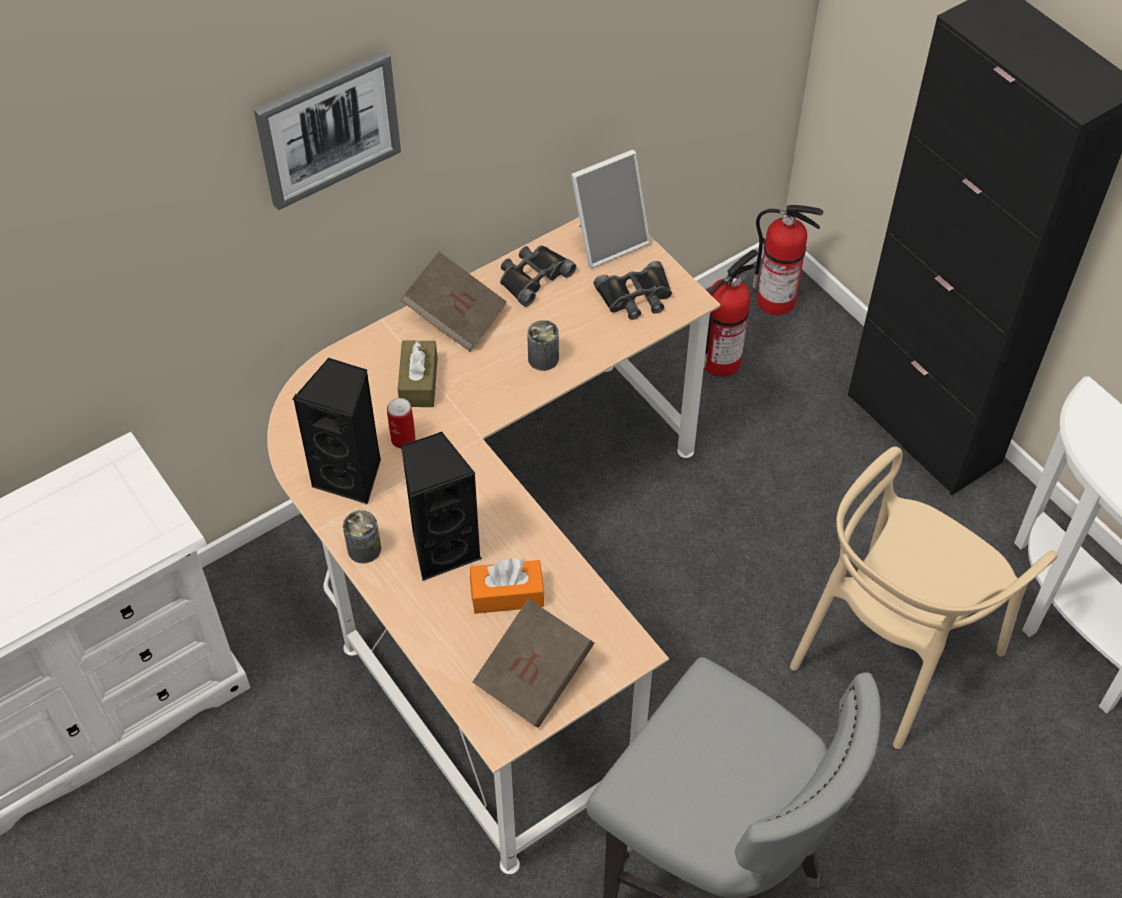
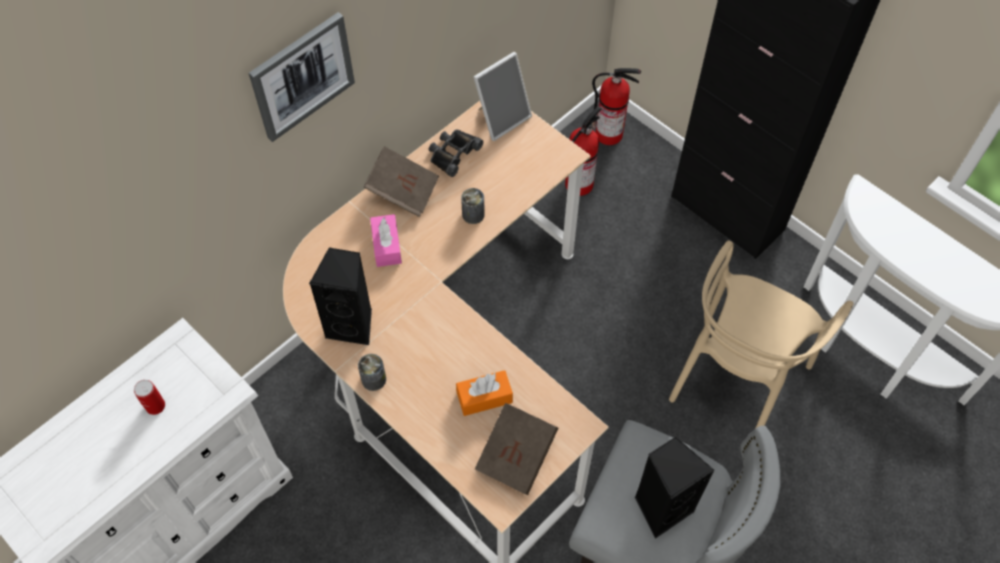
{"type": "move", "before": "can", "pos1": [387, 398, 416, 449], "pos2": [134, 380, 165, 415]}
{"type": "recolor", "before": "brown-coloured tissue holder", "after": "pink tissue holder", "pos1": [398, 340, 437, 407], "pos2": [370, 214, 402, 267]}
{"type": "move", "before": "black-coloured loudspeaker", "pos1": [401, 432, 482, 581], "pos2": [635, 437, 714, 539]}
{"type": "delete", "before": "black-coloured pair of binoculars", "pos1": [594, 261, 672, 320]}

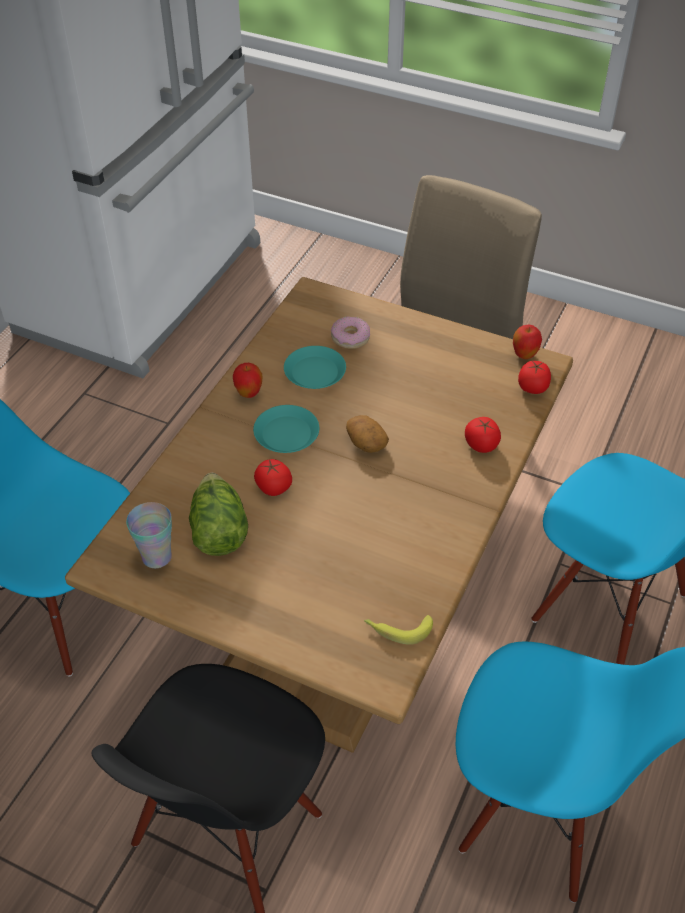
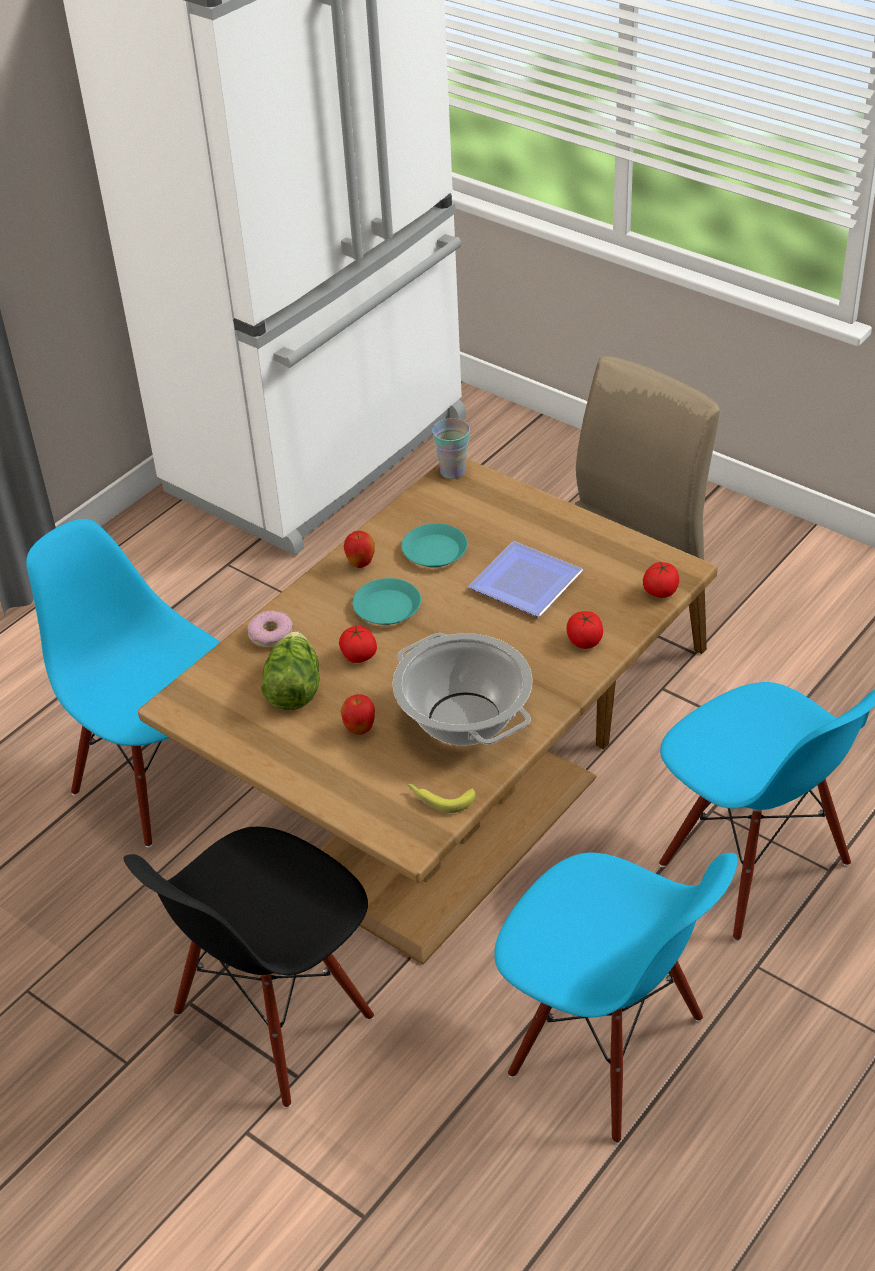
{"type": "move", "before": "cup", "pos1": [126, 502, 172, 568], "pos2": [432, 418, 470, 479]}
{"type": "move", "before": "ring doughnut", "pos1": [331, 316, 370, 349], "pos2": [248, 610, 293, 648]}
{"type": "delete", "before": "potato", "pos1": [346, 415, 389, 453]}
{"type": "move", "before": "apple fruit", "pos1": [513, 325, 542, 359], "pos2": [340, 694, 375, 735]}
{"type": "insert", "after": "cooking pot", "pos2": [392, 633, 533, 746]}
{"type": "insert", "after": "flat dish", "pos2": [468, 541, 583, 617]}

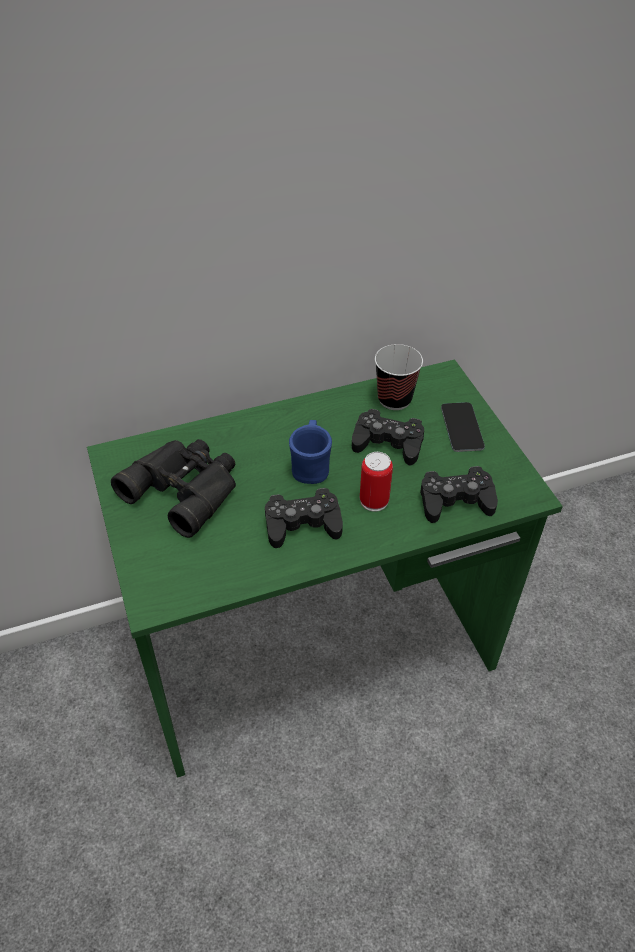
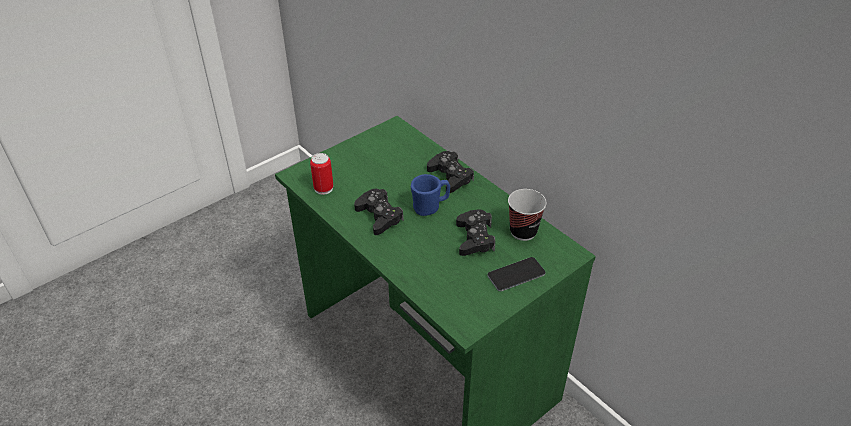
{"type": "delete", "before": "black-coloured pair of binoculars", "pos1": [111, 439, 236, 538]}
{"type": "move", "before": "can", "pos1": [360, 452, 393, 512], "pos2": [310, 153, 333, 195]}
{"type": "move", "before": "black-coloured game controller", "pos1": [420, 466, 498, 523], "pos2": [427, 151, 474, 193]}

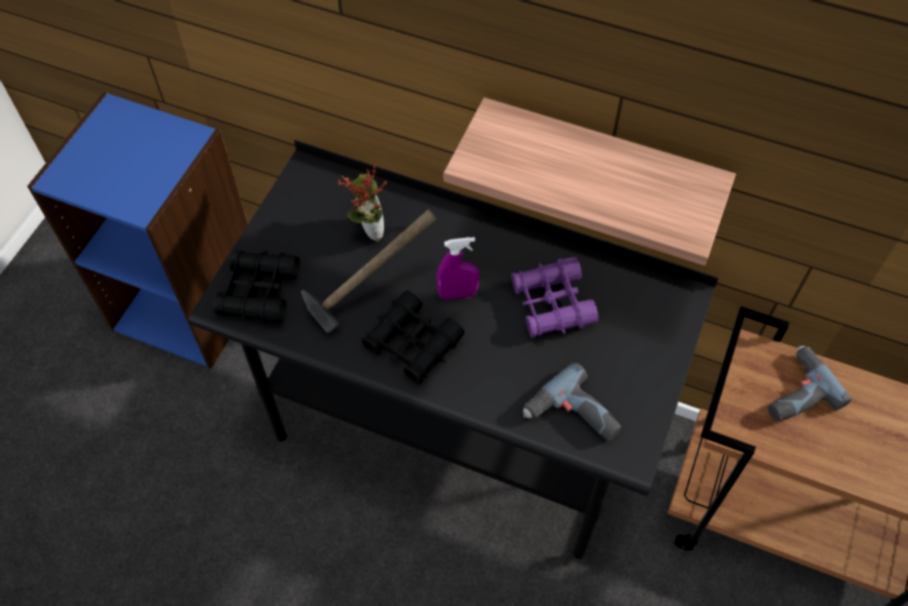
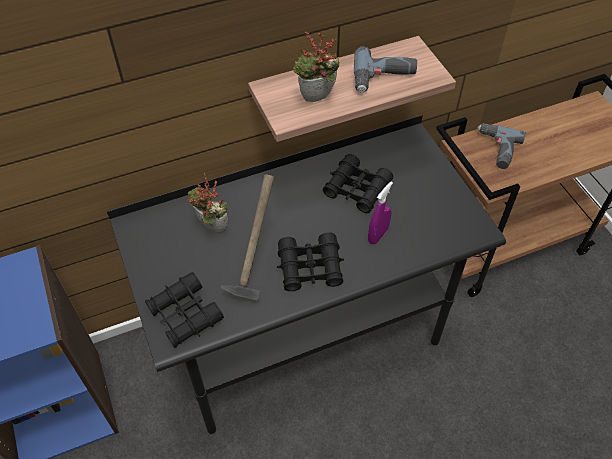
{"type": "move", "before": "purplish hand sprayer", "pos1": [437, 237, 480, 300], "pos2": [368, 181, 393, 244]}
{"type": "recolor", "before": "purplish pair of binoculars", "after": "black-coloured pair of binoculars", "pos1": [511, 257, 599, 338], "pos2": [323, 154, 393, 213]}
{"type": "move", "before": "power drill", "pos1": [523, 362, 621, 441], "pos2": [354, 47, 417, 93]}
{"type": "insert", "after": "plant in a pot", "pos2": [293, 32, 339, 102]}

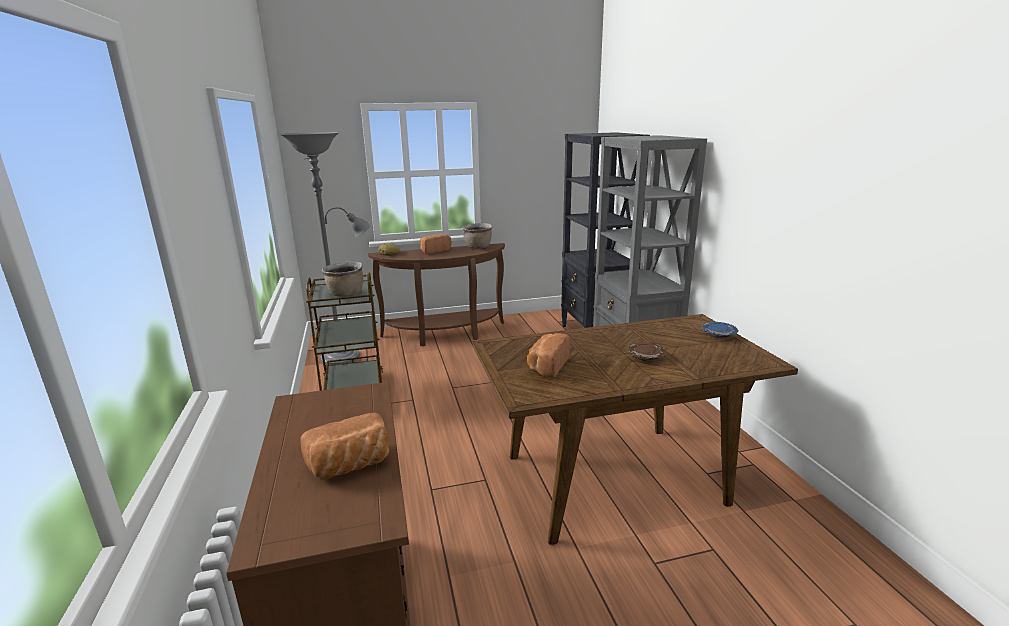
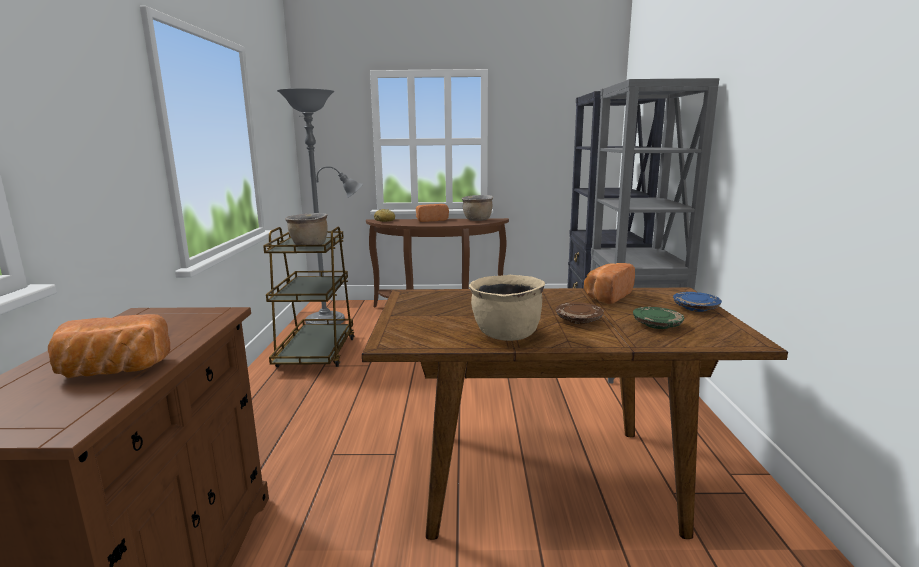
{"type": "move", "before": "bakery bread", "pos1": [527, 333, 570, 378], "pos2": [584, 263, 635, 304]}
{"type": "insert", "after": "sand-coloured cooking pot", "pos2": [469, 275, 545, 341]}
{"type": "insert", "after": "greenish flat dish", "pos2": [633, 307, 685, 329]}

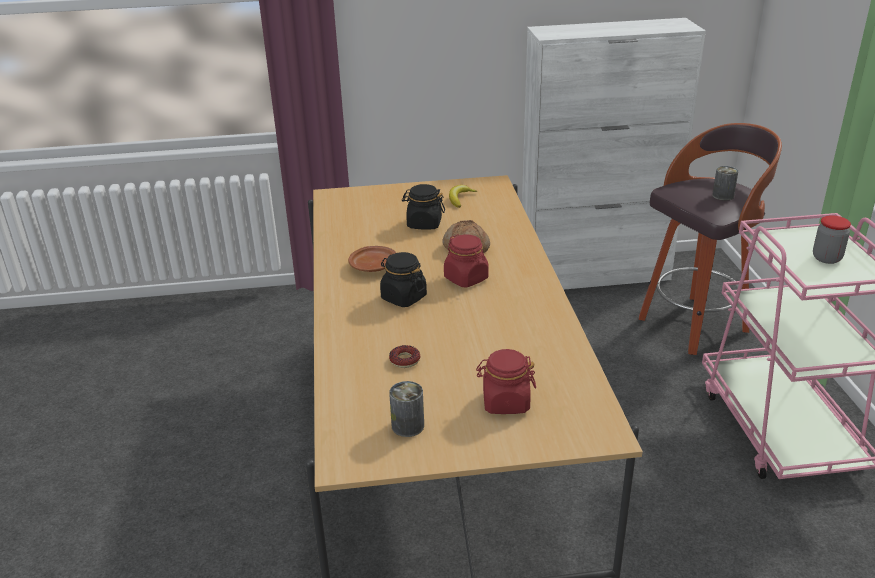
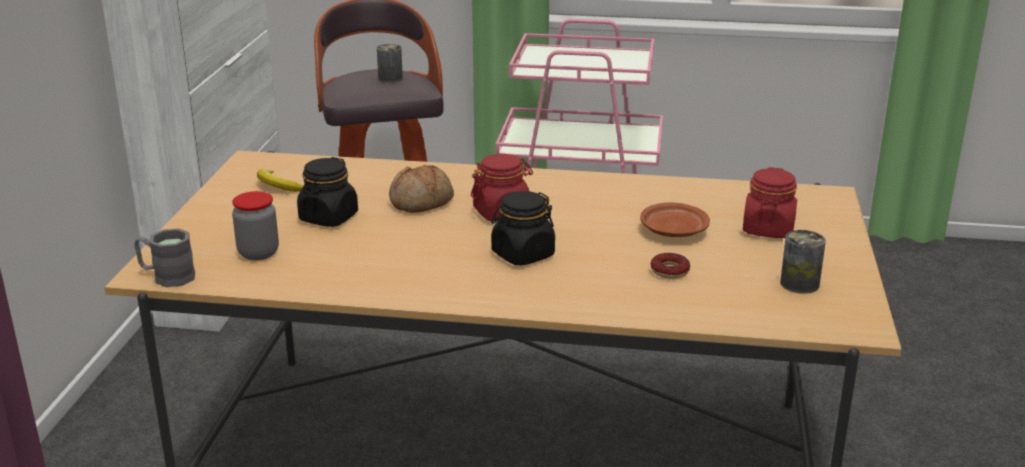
{"type": "move", "before": "brown-coloured flat dish", "pos1": [348, 246, 396, 272], "pos2": [640, 203, 710, 237]}
{"type": "move", "before": "jar", "pos1": [813, 215, 851, 264], "pos2": [232, 191, 279, 260]}
{"type": "insert", "after": "greyish coffee mug", "pos2": [134, 228, 195, 287]}

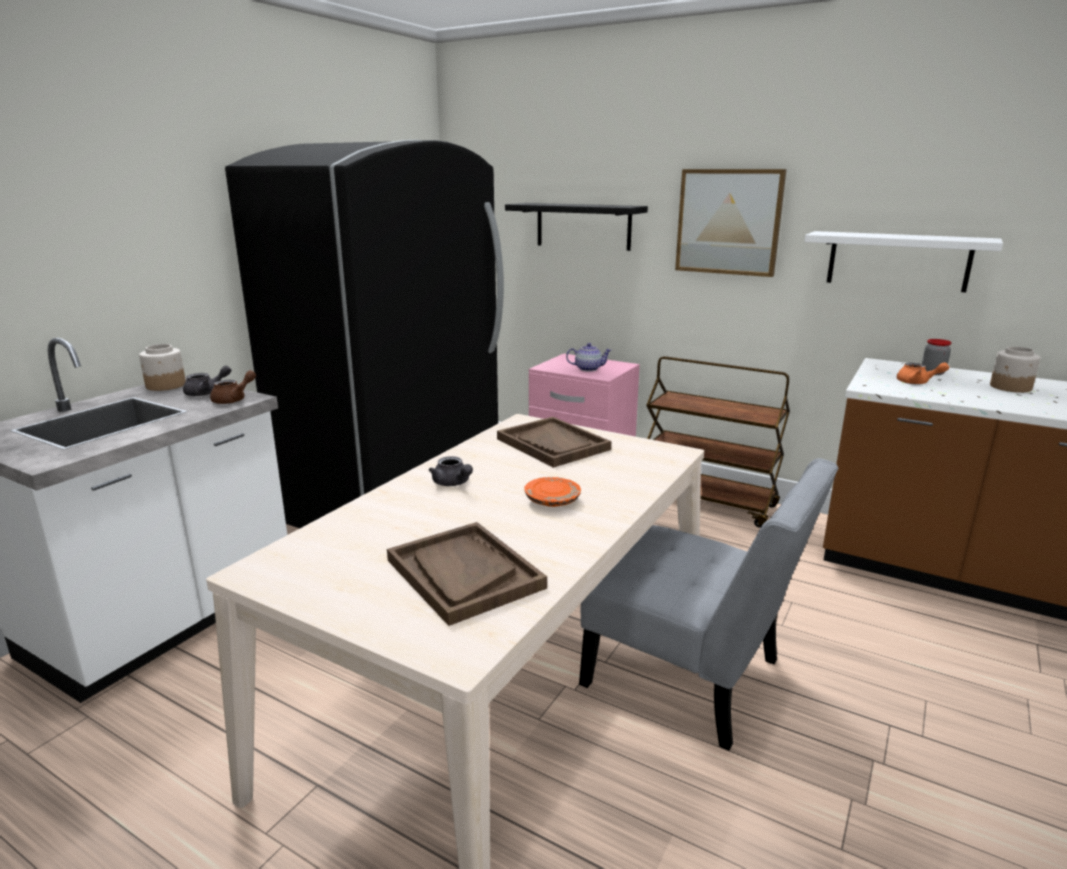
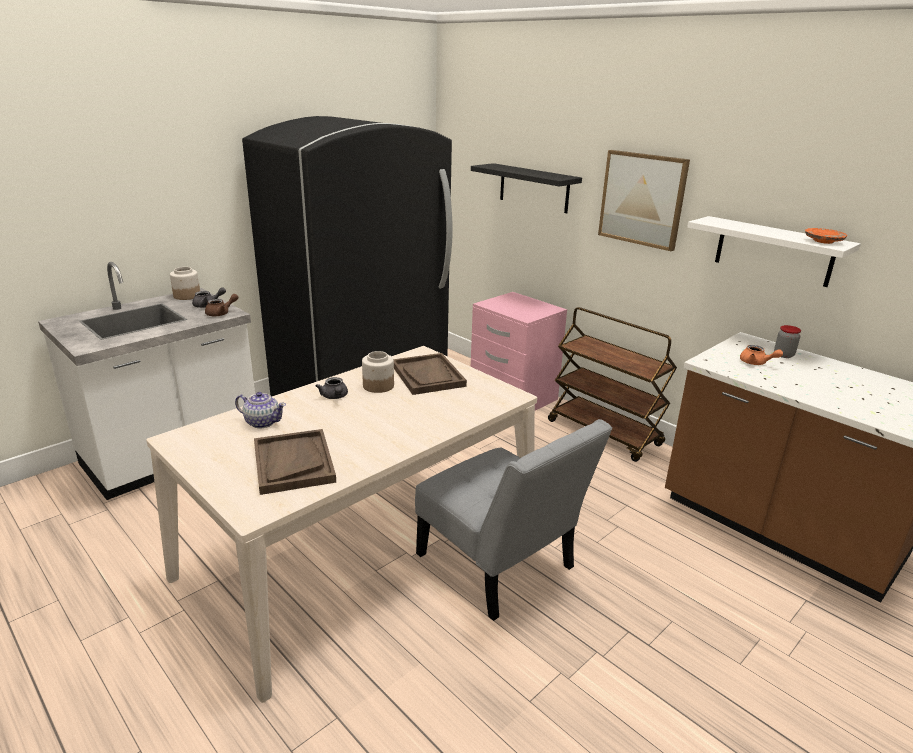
{"type": "move", "before": "orange flat dish", "pos1": [524, 477, 581, 507], "pos2": [805, 228, 847, 244]}
{"type": "move", "before": "tea pot", "pos1": [566, 343, 611, 371], "pos2": [235, 392, 286, 428]}
{"type": "move", "before": "jar", "pos1": [990, 346, 1040, 393], "pos2": [362, 351, 394, 393]}

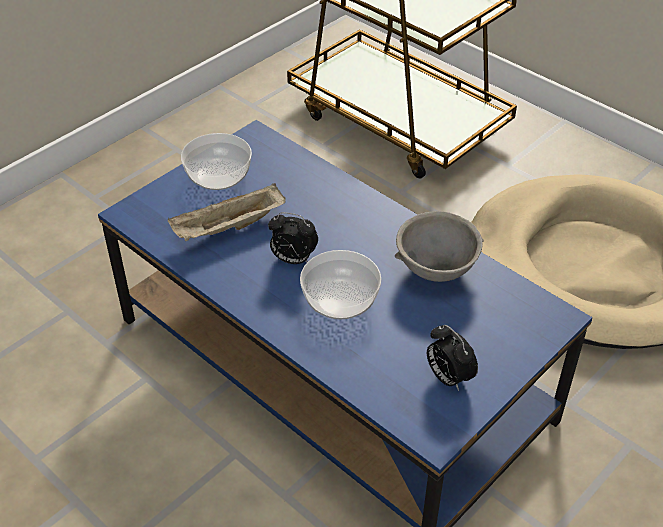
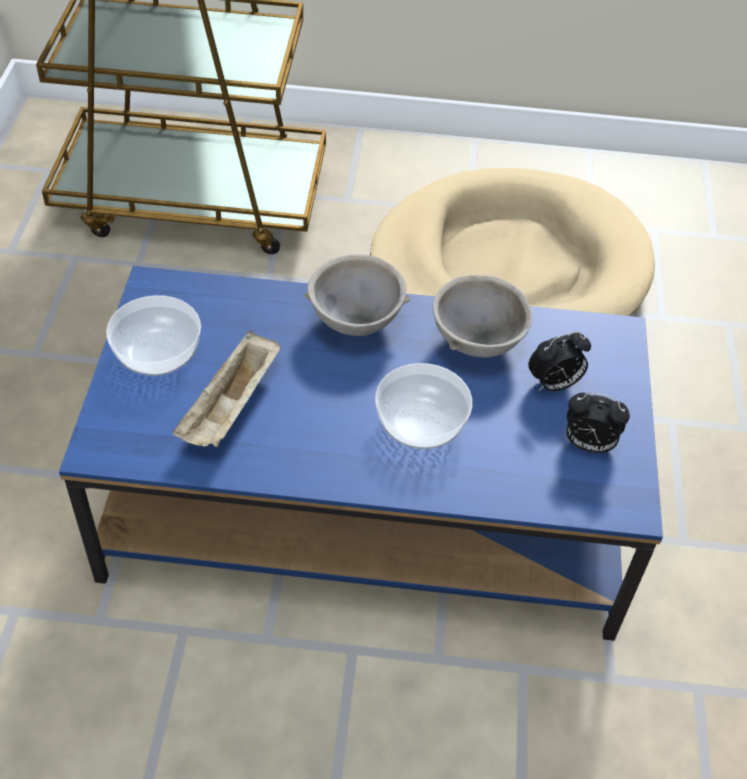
{"type": "move", "before": "alarm clock", "pos1": [268, 212, 318, 264], "pos2": [528, 331, 591, 391]}
{"type": "insert", "after": "greyish bowl", "pos2": [304, 254, 410, 336]}

